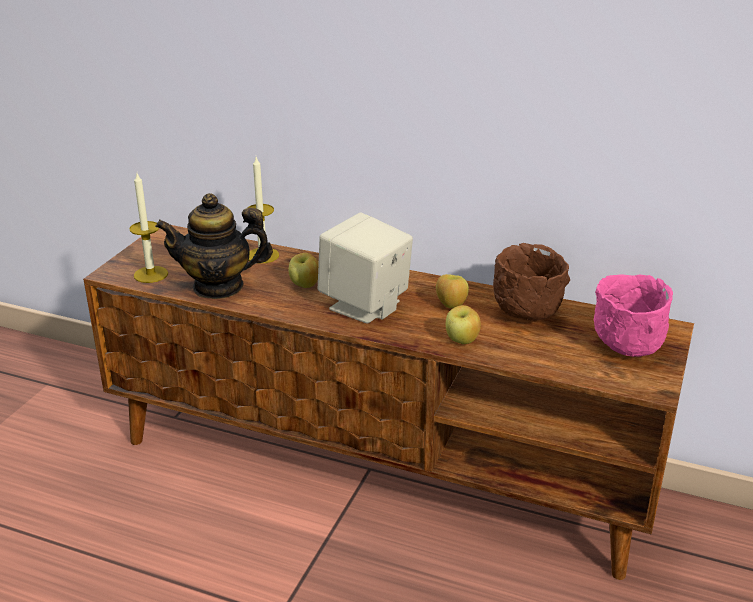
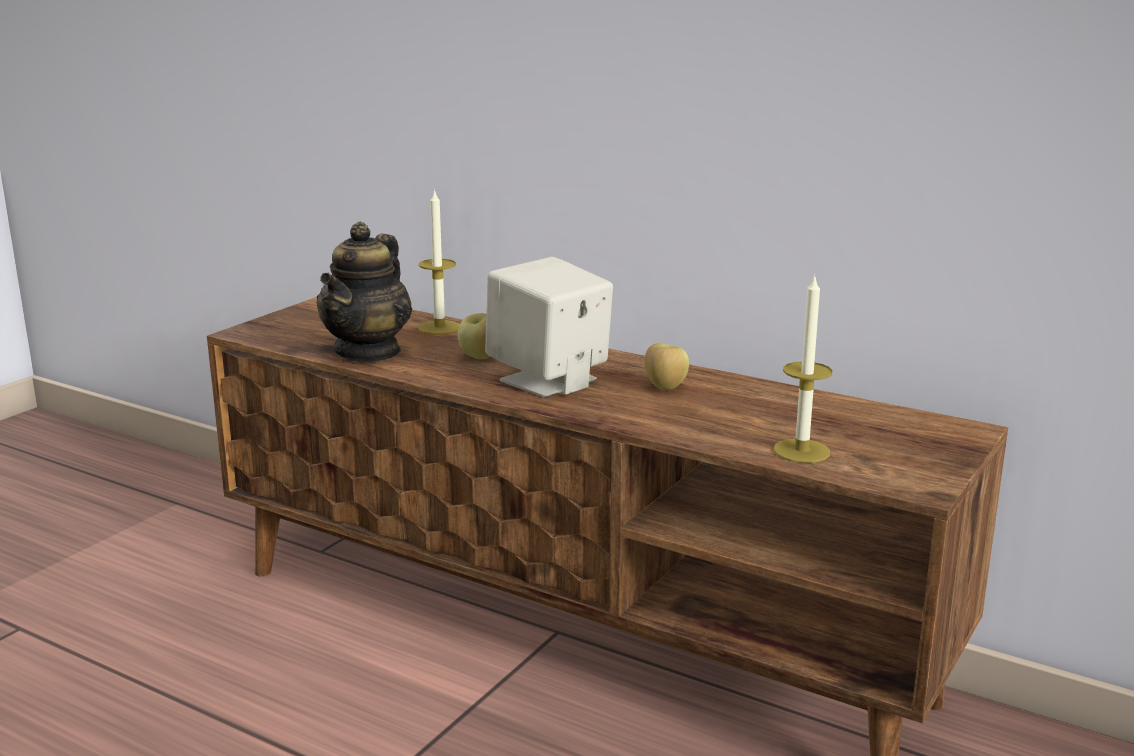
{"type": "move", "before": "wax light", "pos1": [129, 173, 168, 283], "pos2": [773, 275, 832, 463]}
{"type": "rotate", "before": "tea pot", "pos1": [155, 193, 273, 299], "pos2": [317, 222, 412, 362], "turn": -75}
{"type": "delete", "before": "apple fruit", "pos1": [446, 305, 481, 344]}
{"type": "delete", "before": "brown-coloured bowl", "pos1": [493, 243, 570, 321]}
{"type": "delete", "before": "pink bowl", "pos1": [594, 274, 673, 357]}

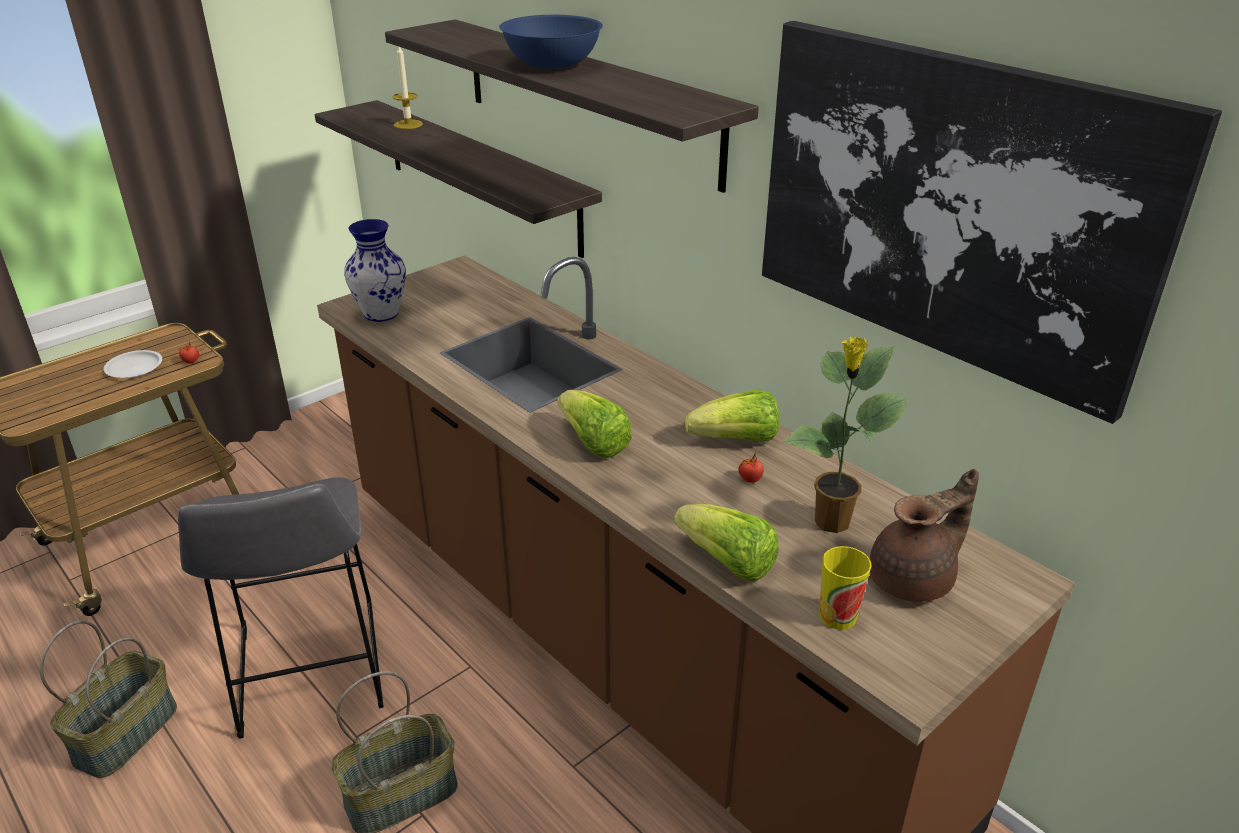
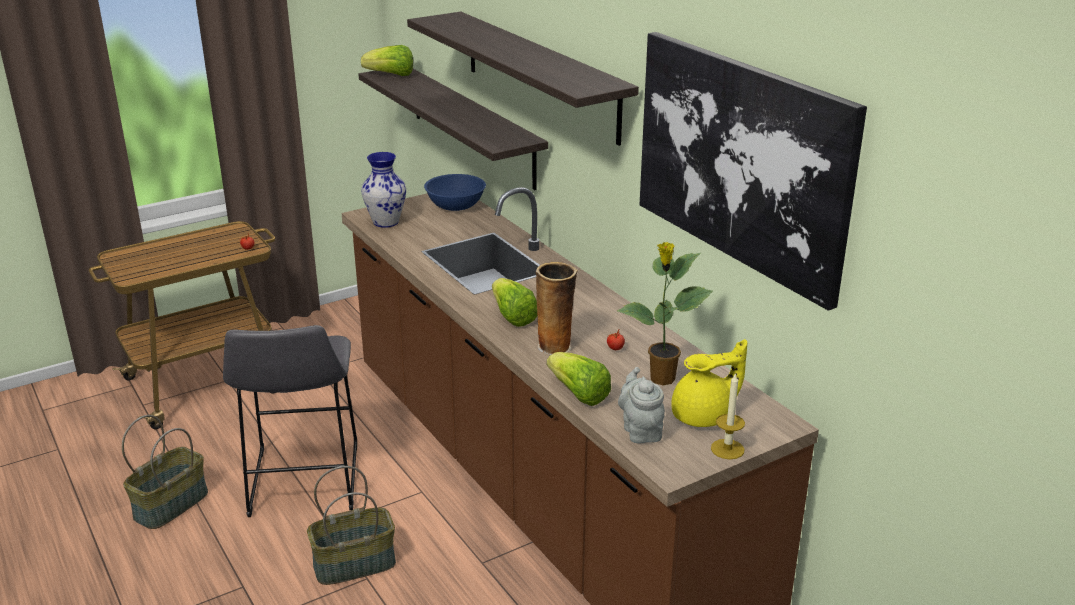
{"type": "delete", "before": "white-coloured flat dish", "pos1": [104, 350, 162, 378]}
{"type": "move", "before": "wax light", "pos1": [392, 47, 423, 129], "pos2": [711, 373, 745, 459]}
{"type": "move", "before": "blue bowl", "pos1": [499, 15, 603, 69], "pos2": [424, 174, 486, 211]}
{"type": "move", "before": "head of lettuce", "pos1": [685, 390, 780, 442], "pos2": [361, 45, 413, 76]}
{"type": "replace", "before": "cup", "after": "greyish tea pot", "pos1": [819, 546, 872, 630], "pos2": [618, 367, 665, 443]}
{"type": "recolor", "before": "brown-coloured tea pot", "after": "yellow-coloured tea pot", "pos1": [870, 469, 979, 602], "pos2": [671, 339, 747, 427]}
{"type": "insert", "after": "decorative vase", "pos2": [536, 262, 578, 355]}

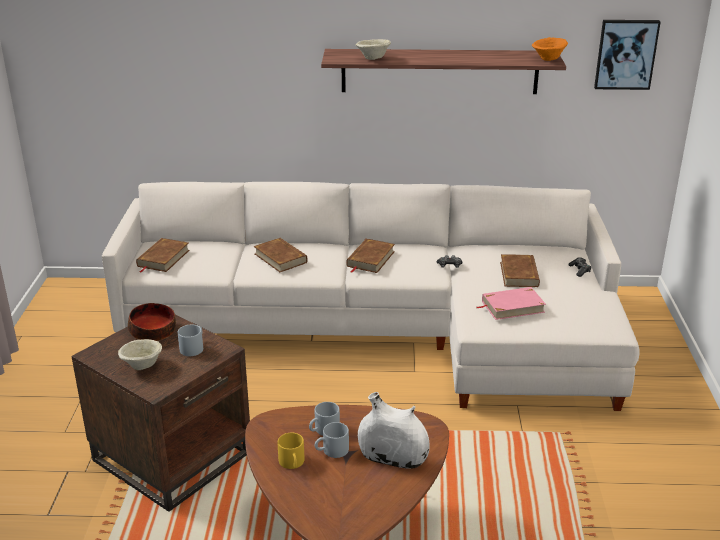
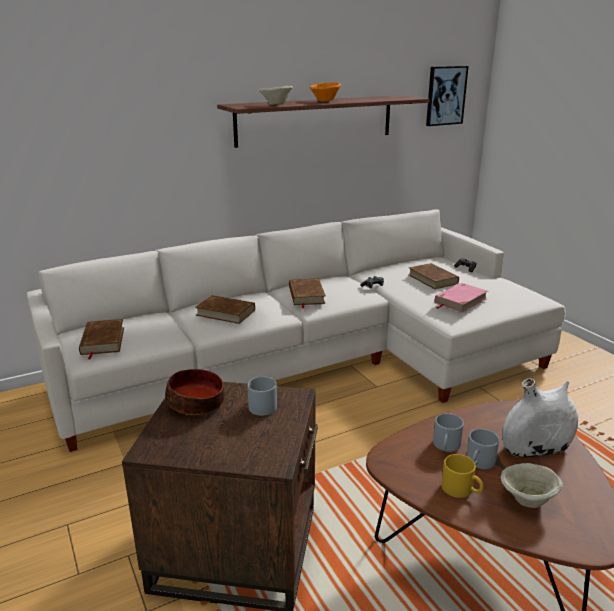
{"type": "move", "before": "sand-coloured bowl", "pos1": [118, 339, 162, 370], "pos2": [501, 463, 563, 508]}
{"type": "move", "before": "orange bowl", "pos1": [532, 37, 568, 61], "pos2": [310, 82, 341, 102]}

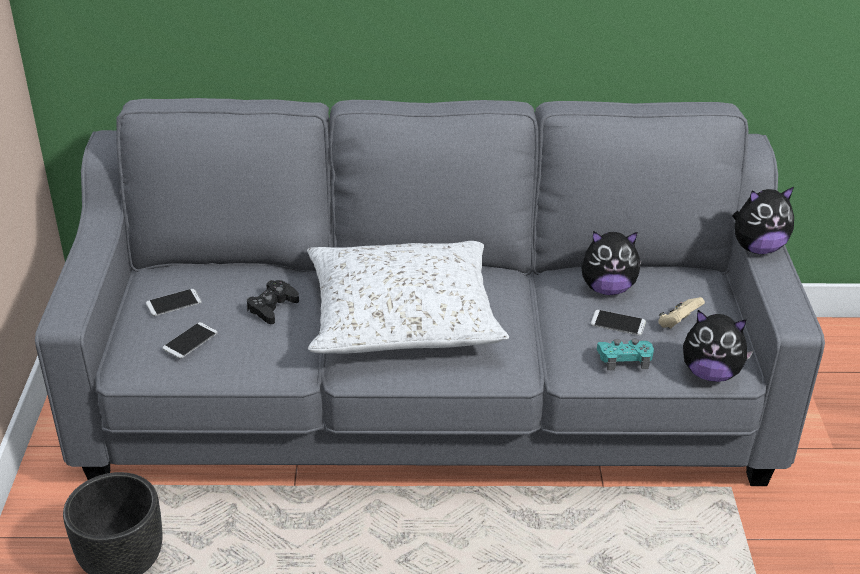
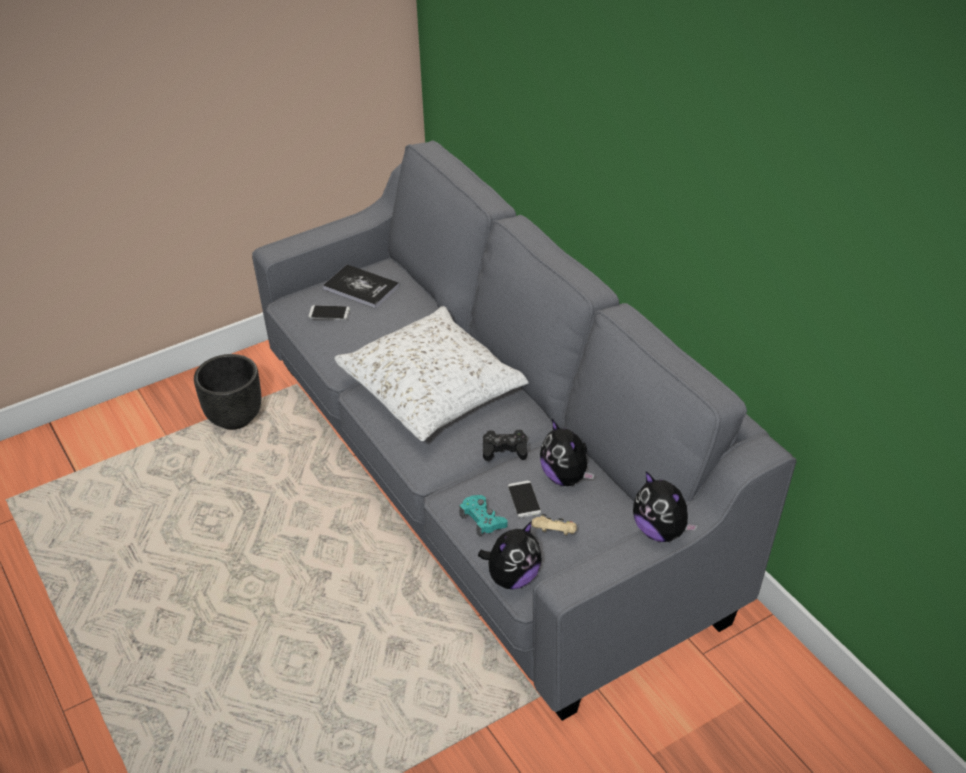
{"type": "replace", "before": "handset", "after": "volume", "pos1": [146, 289, 202, 316], "pos2": [323, 265, 399, 309]}
{"type": "move", "before": "black-coloured game controller", "pos1": [247, 280, 299, 324], "pos2": [483, 430, 528, 461]}
{"type": "rotate", "before": "cuddly toy", "pos1": [683, 310, 754, 382], "pos2": [478, 521, 542, 589], "turn": -120}

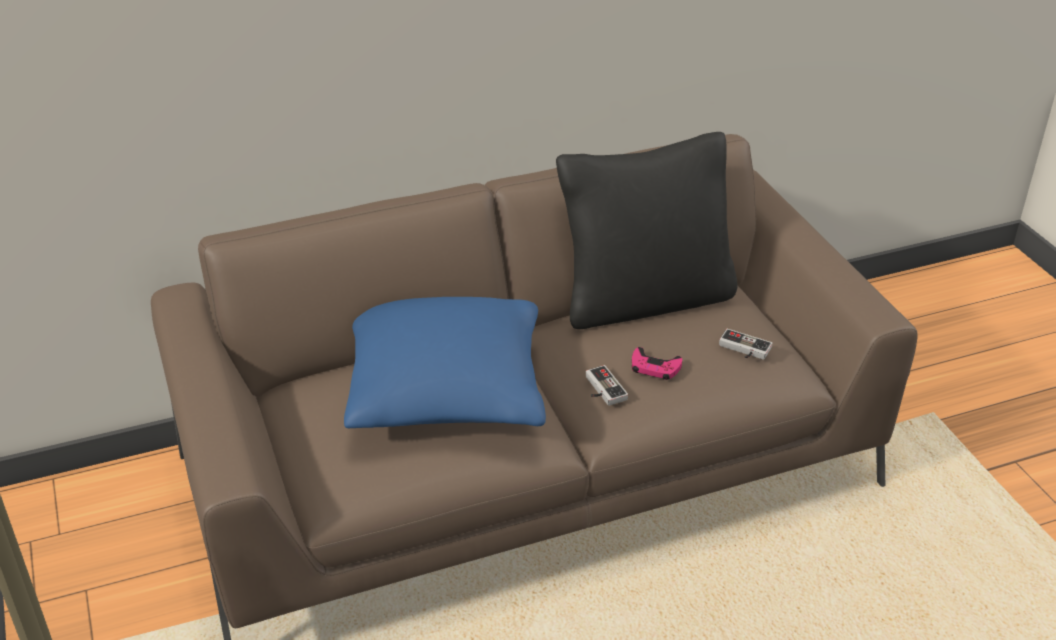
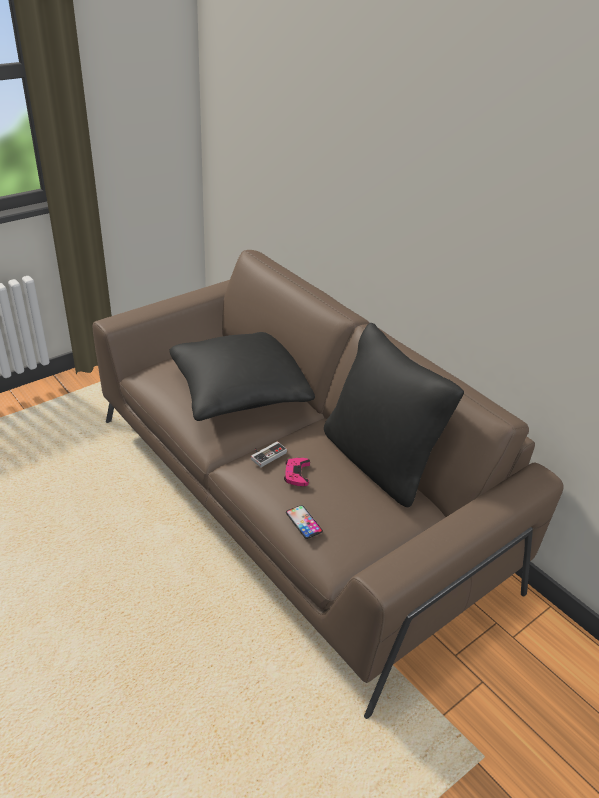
{"type": "recolor", "before": "blue pillow", "after": "black-coloured pillow", "pos1": [344, 297, 546, 428], "pos2": [169, 332, 315, 421]}
{"type": "delete", "before": "game controller", "pos1": [719, 329, 772, 360]}
{"type": "insert", "after": "handset", "pos2": [286, 505, 323, 539]}

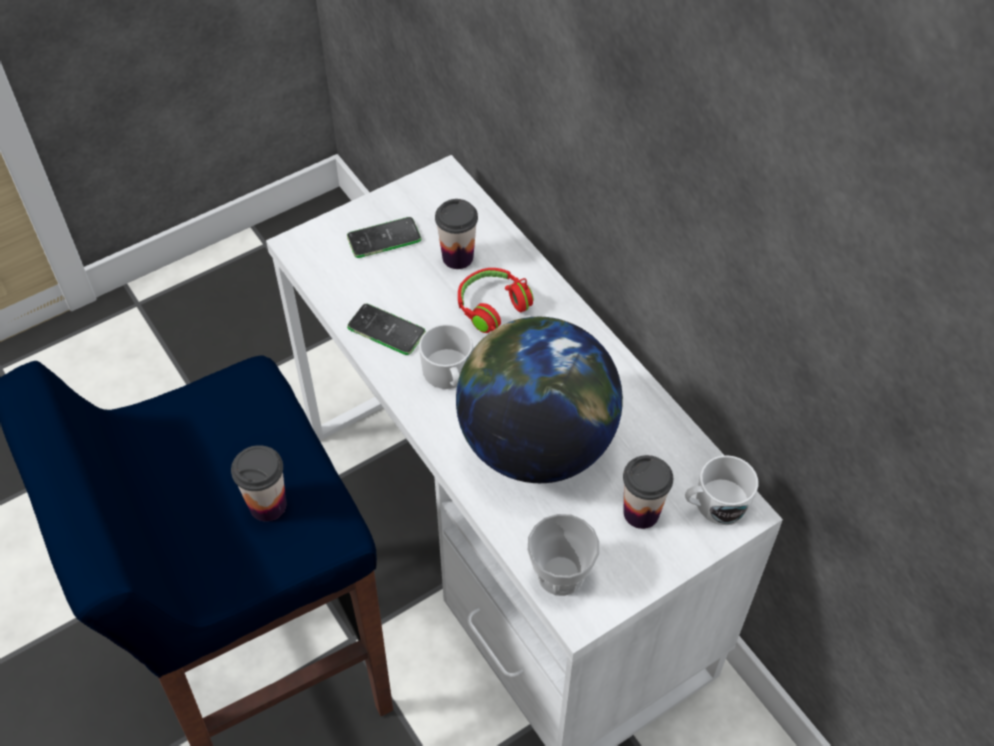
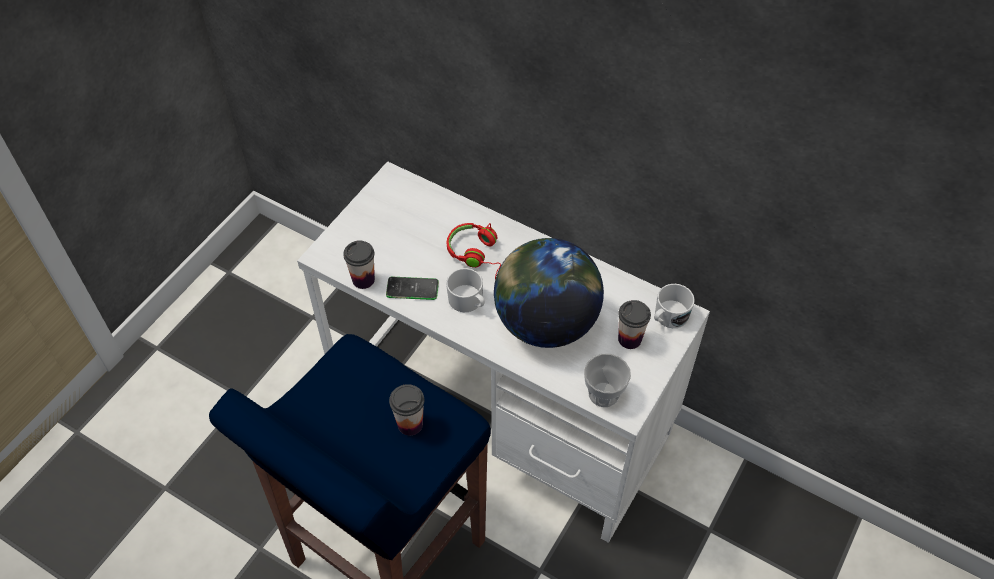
{"type": "delete", "before": "handset", "pos1": [347, 217, 421, 258]}
{"type": "move", "before": "cup", "pos1": [435, 199, 478, 269], "pos2": [343, 240, 375, 289]}

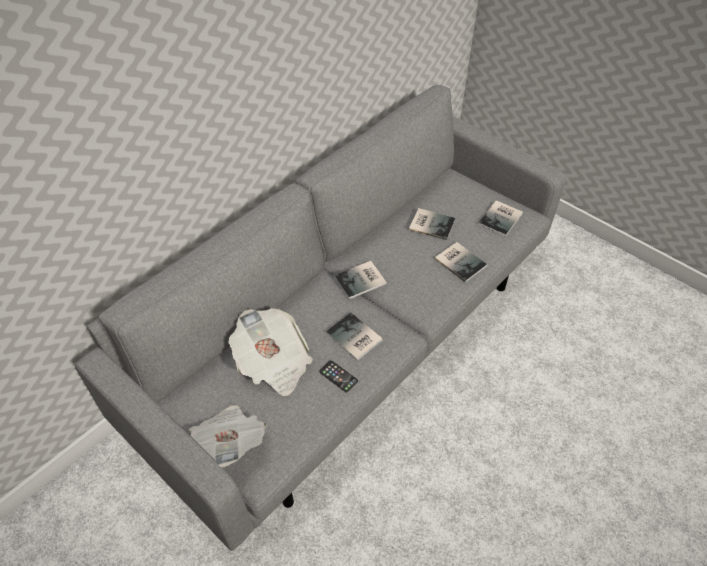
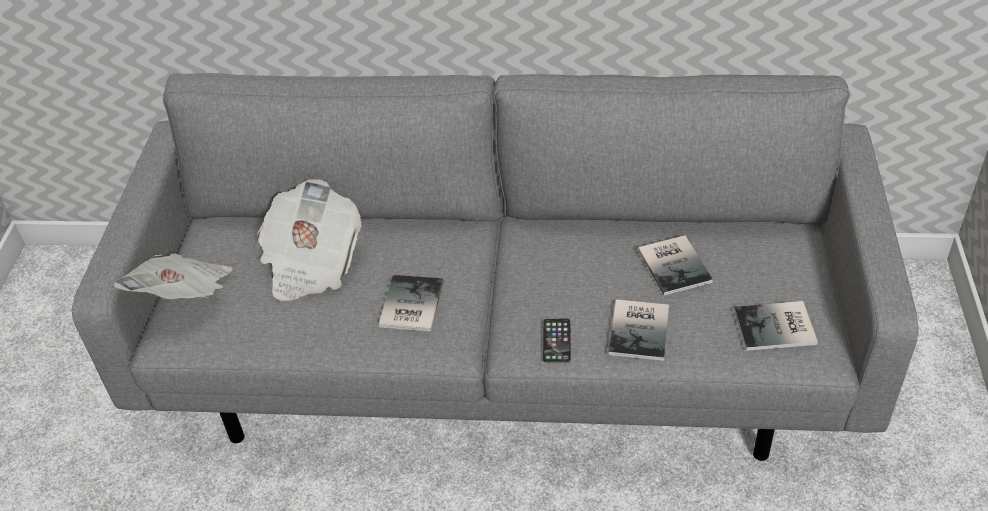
{"type": "move", "before": "handset", "pos1": [319, 360, 358, 392], "pos2": [543, 319, 571, 362]}
{"type": "delete", "before": "volume", "pos1": [334, 261, 387, 299]}

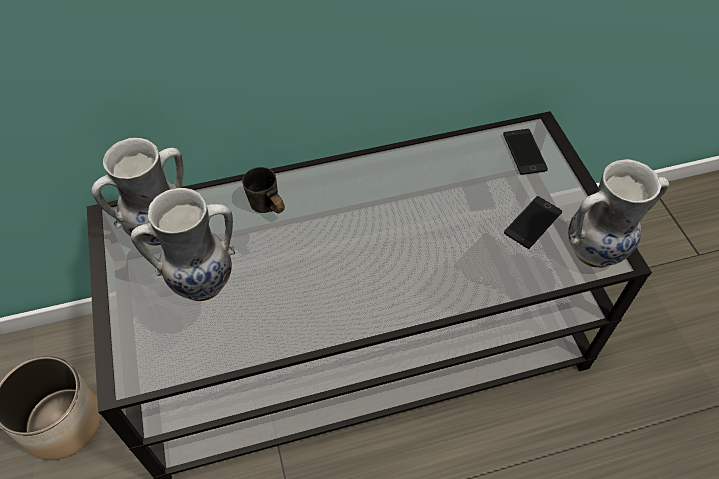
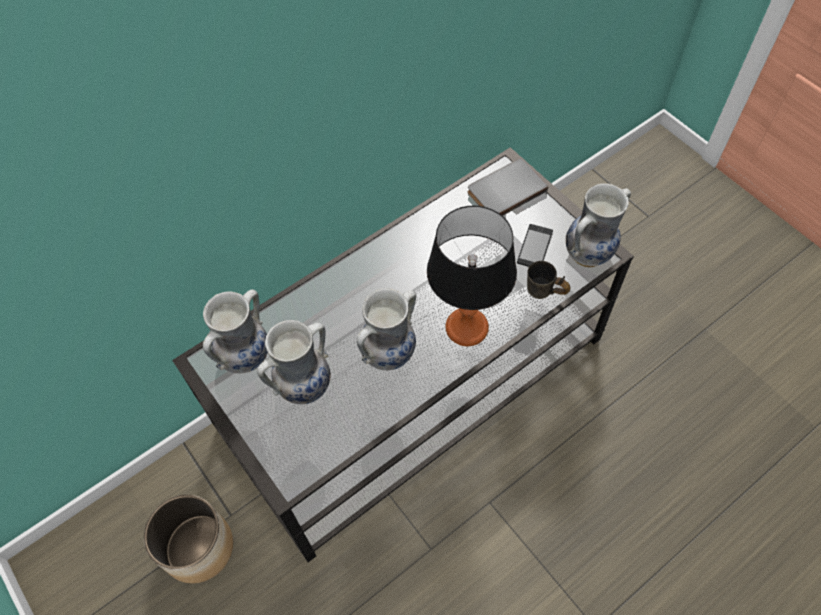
{"type": "move", "before": "greyish coffee mug", "pos1": [242, 167, 285, 214], "pos2": [527, 261, 570, 299]}
{"type": "replace", "before": "handset", "after": "greyish volume", "pos1": [503, 129, 548, 175], "pos2": [468, 159, 548, 216]}
{"type": "insert", "after": "decorative vase", "pos2": [357, 288, 416, 371]}
{"type": "insert", "after": "tabletop lamp", "pos2": [427, 205, 517, 346]}

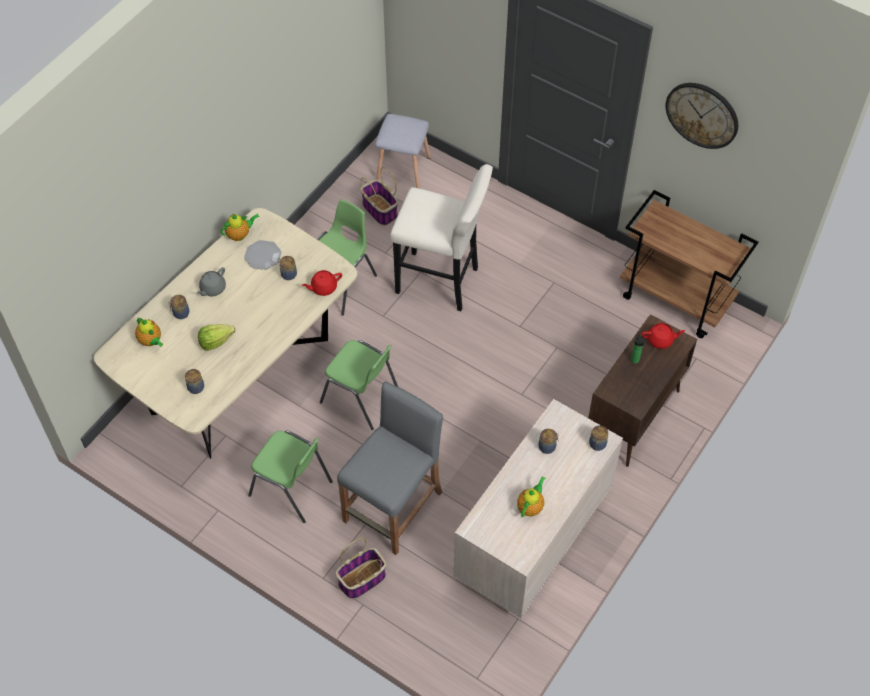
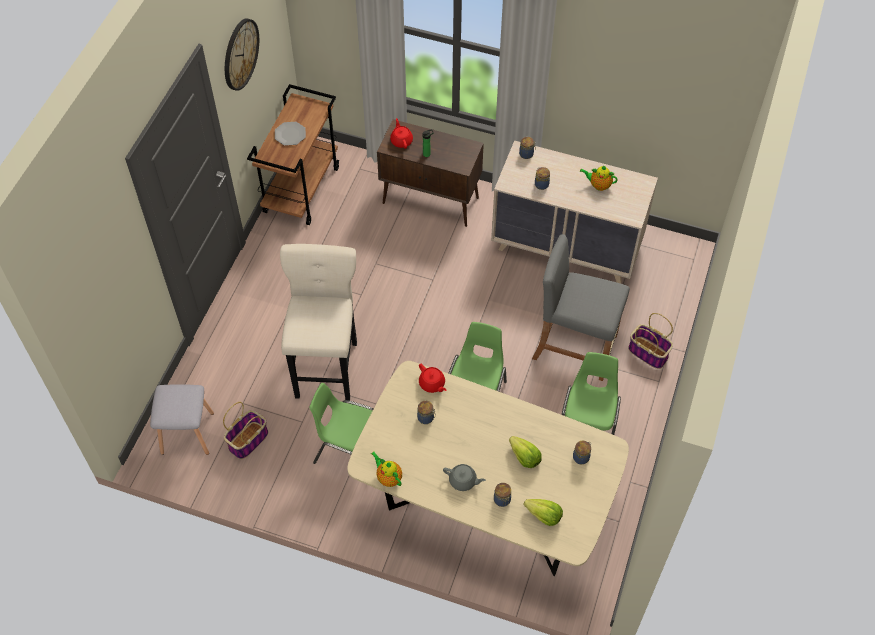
{"type": "replace", "before": "tea pot", "after": "head of lettuce", "pos1": [135, 318, 163, 347], "pos2": [523, 499, 563, 526]}
{"type": "move", "before": "flat dish", "pos1": [244, 240, 282, 270], "pos2": [275, 122, 306, 146]}

